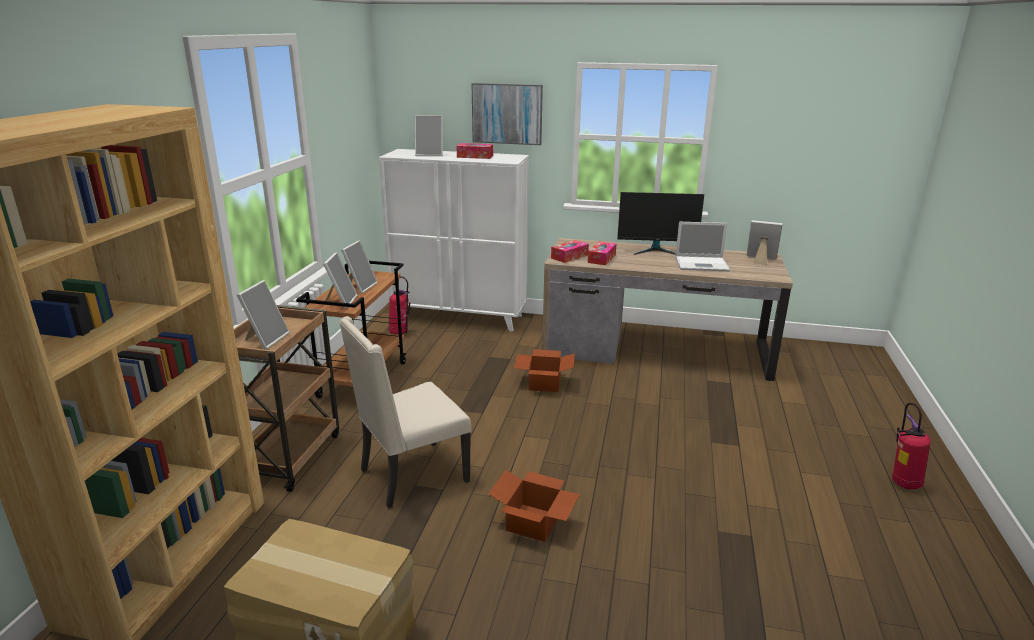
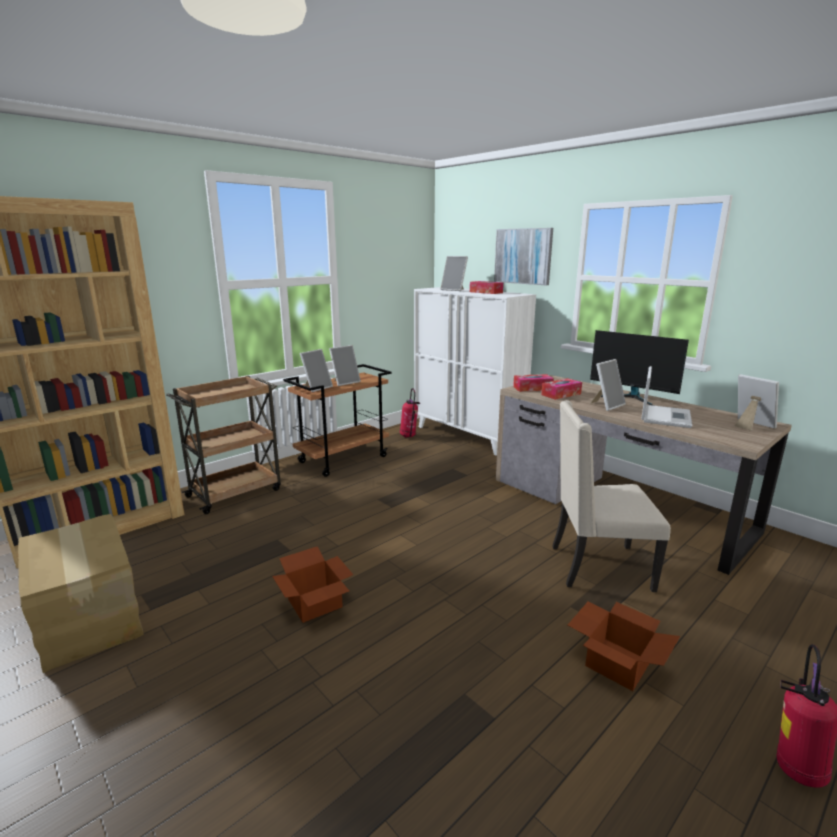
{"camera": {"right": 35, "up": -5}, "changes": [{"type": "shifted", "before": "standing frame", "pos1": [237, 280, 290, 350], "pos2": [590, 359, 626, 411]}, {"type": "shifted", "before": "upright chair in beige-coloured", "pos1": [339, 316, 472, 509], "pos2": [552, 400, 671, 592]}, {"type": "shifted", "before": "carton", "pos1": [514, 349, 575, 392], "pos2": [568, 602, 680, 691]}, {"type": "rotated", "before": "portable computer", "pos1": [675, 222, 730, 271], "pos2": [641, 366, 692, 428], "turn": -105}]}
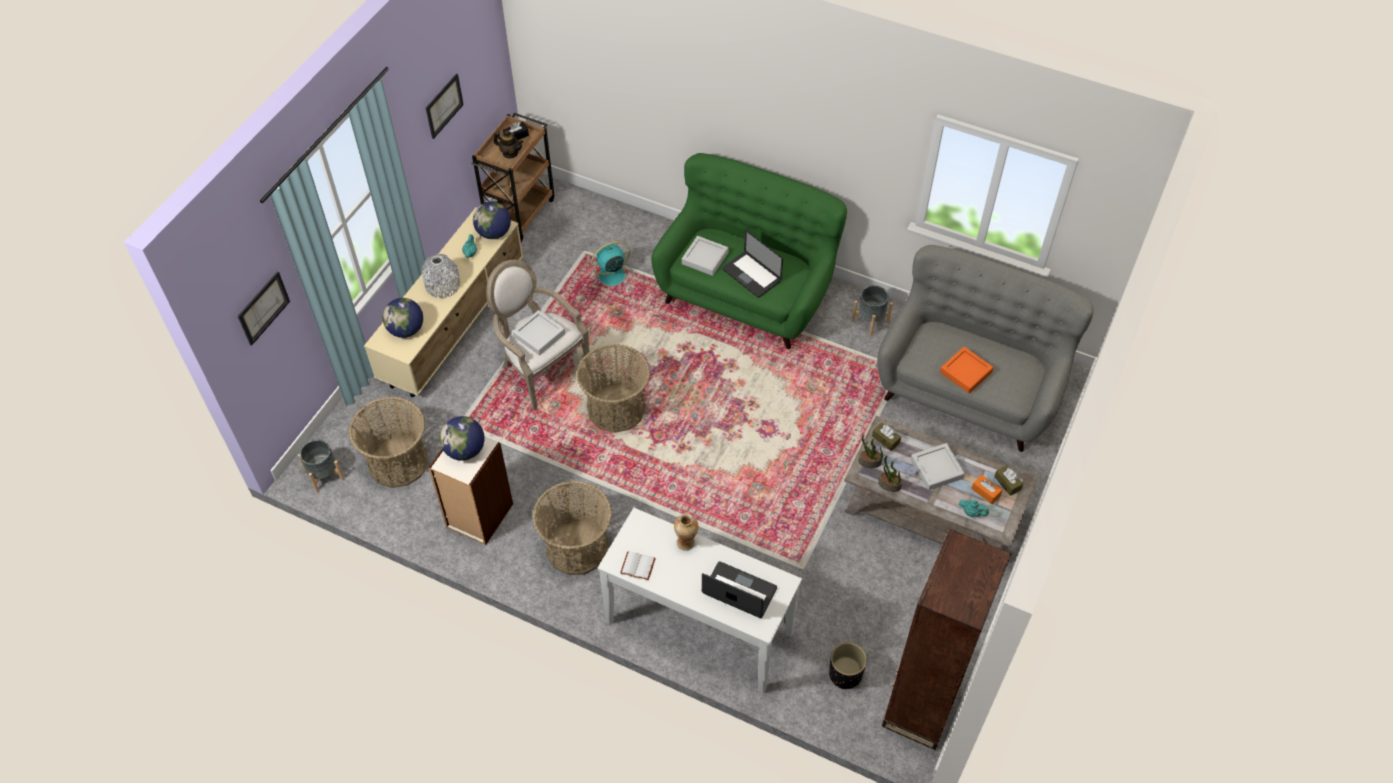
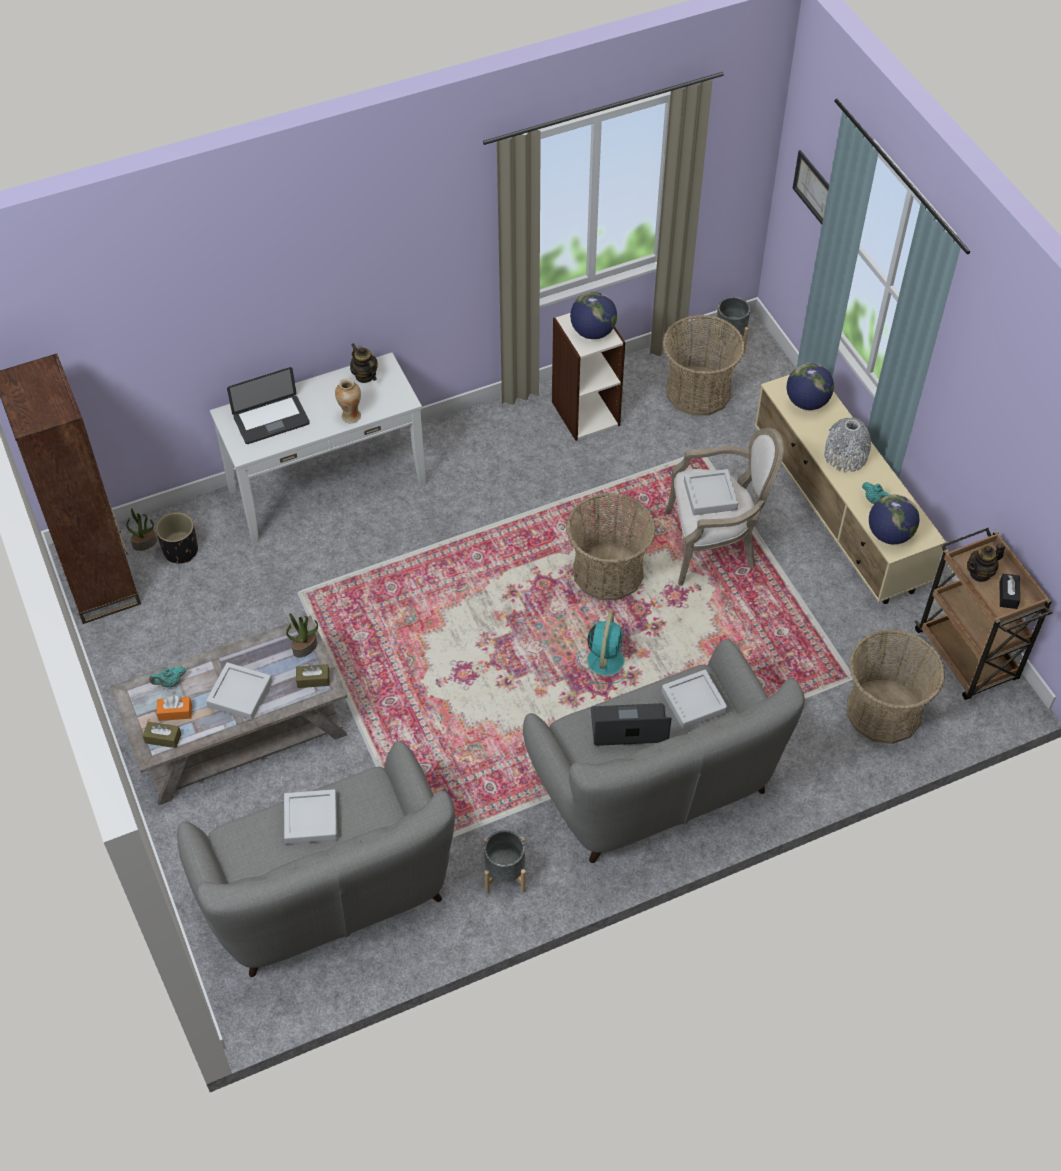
{"camera": {"right": 130, "up": 0}, "changes": [{"type": "gone", "before": "wall picture", "pos1": [426, 73, 464, 139]}, {"type": "shifted", "before": "basket", "pos1": [533, 481, 612, 575], "pos2": [847, 629, 945, 744]}, {"type": "shifted", "before": "electric fan in turquoise-coloured", "pos1": [591, 241, 635, 289], "pos2": [578, 611, 629, 684]}, {"type": "shifted", "before": "potted plant", "pos1": [878, 456, 902, 492], "pos2": [126, 508, 157, 551]}, {"type": "swapped", "before": "book in whitish", "after": "tea pot", "pos1": [620, 551, 656, 580], "pos2": [350, 343, 378, 383]}, {"type": "repainted", "before": "sofa in green", "after": "sofa in greyish", "pos1": [651, 153, 847, 349], "pos2": [523, 639, 805, 863]}, {"type": "repainted", "before": "tray in orange", "after": "tray in greyish", "pos1": [940, 347, 994, 393], "pos2": [284, 789, 338, 844]}]}
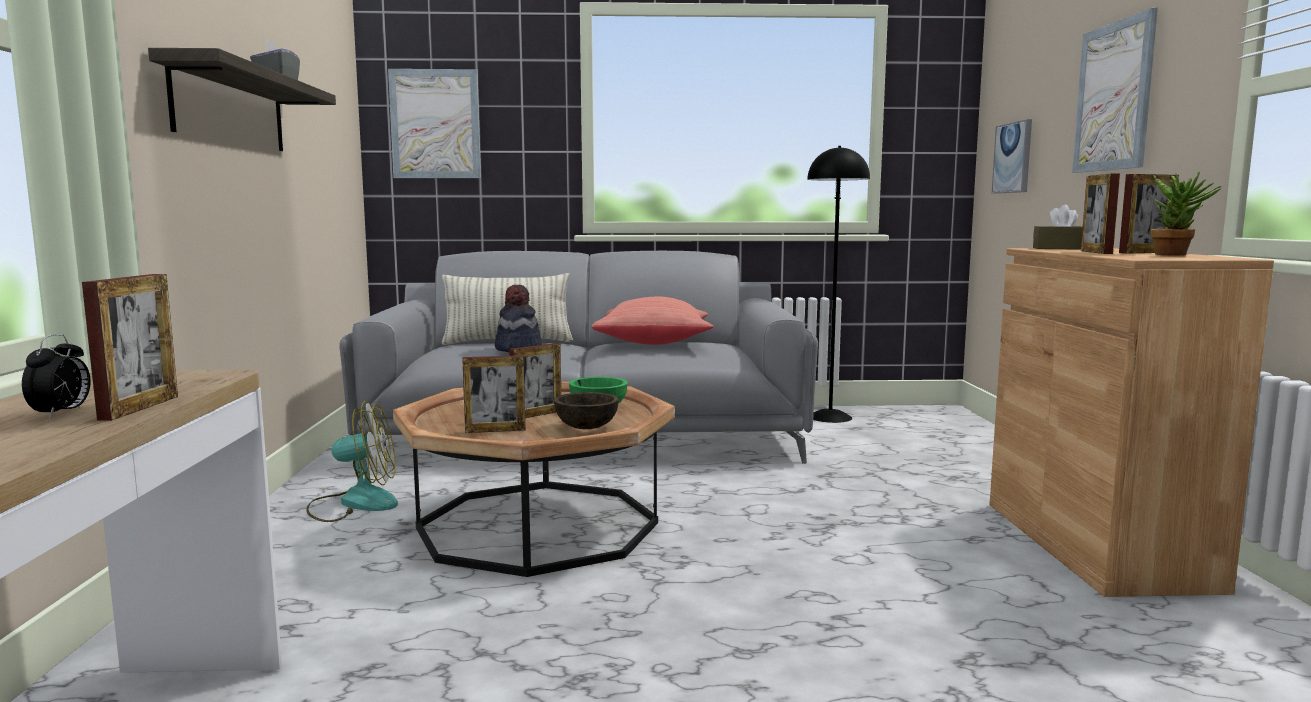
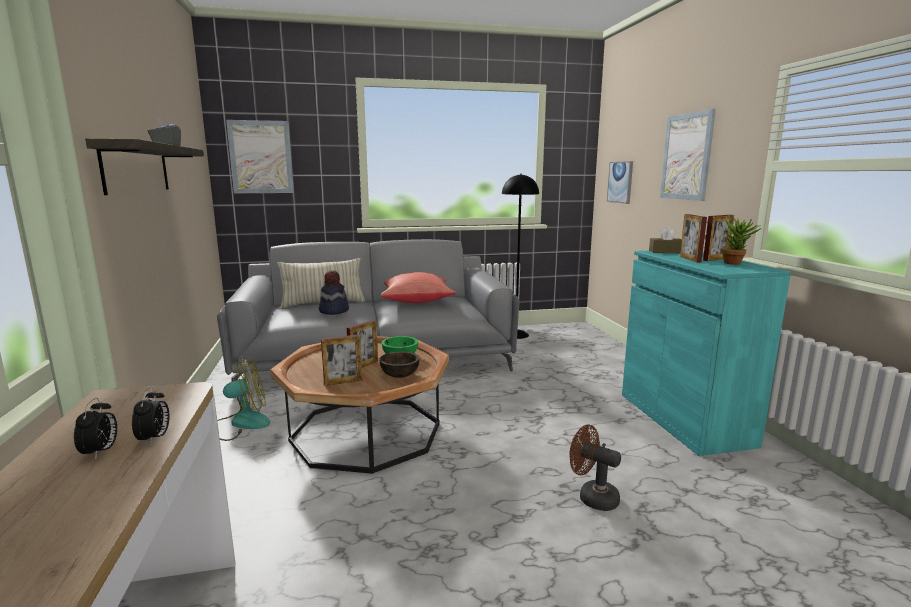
{"camera": {"right": -10, "up": 5}, "changes": [{"type": "new", "after": "electric fan in brownish", "pos2": [569, 424, 621, 511]}, {"type": "swapped", "before": "standing frame", "after": "table clock", "pos1": [82, 274, 178, 421], "pos2": [132, 387, 169, 445]}, {"type": "repainted", "before": "cupboard in brownish", "after": "cupboard in turquoise-coloured", "pos1": [990, 248, 1274, 597], "pos2": [622, 251, 791, 456]}]}
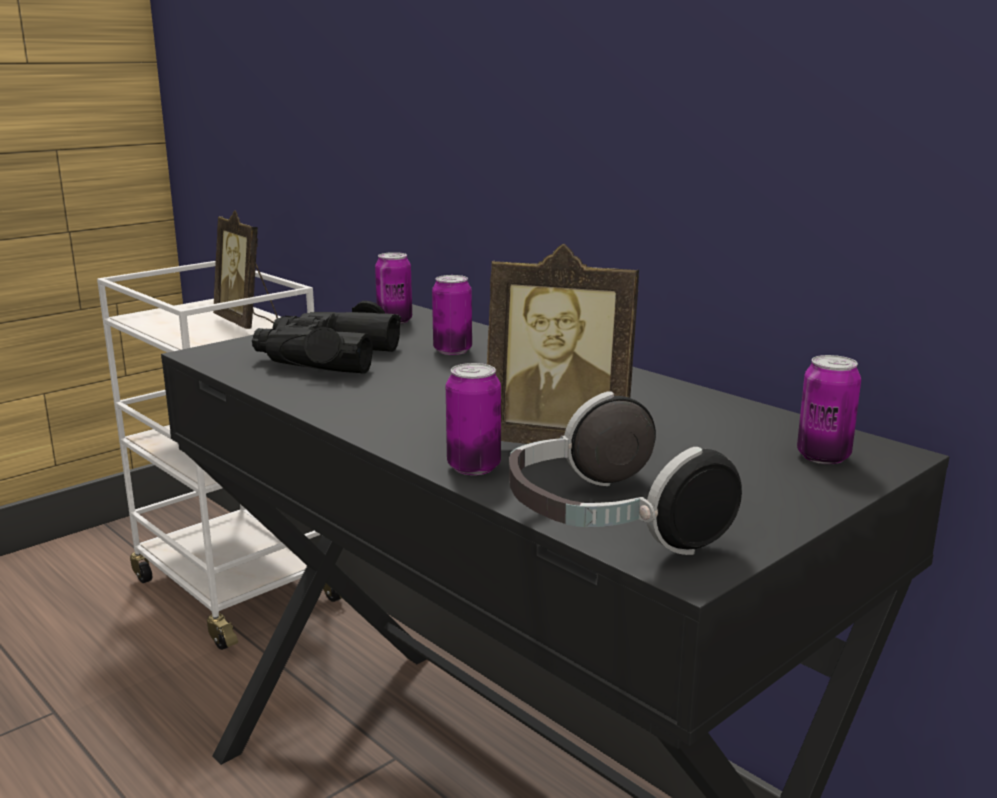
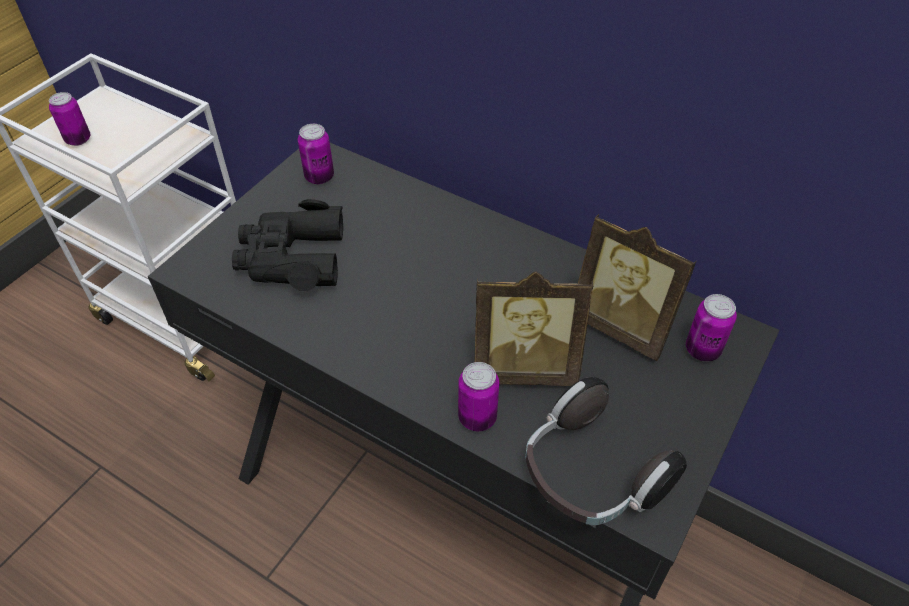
{"camera": {"right": -15, "up": 30}, "changes": [{"type": "shifted", "before": "standing frame", "pos1": [213, 210, 278, 329], "pos2": [578, 214, 696, 361]}, {"type": "shifted", "before": "can", "pos1": [432, 275, 472, 355], "pos2": [49, 92, 90, 146]}]}
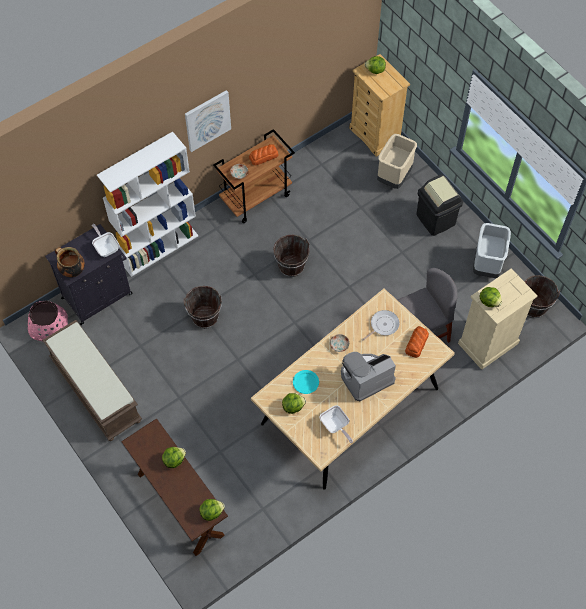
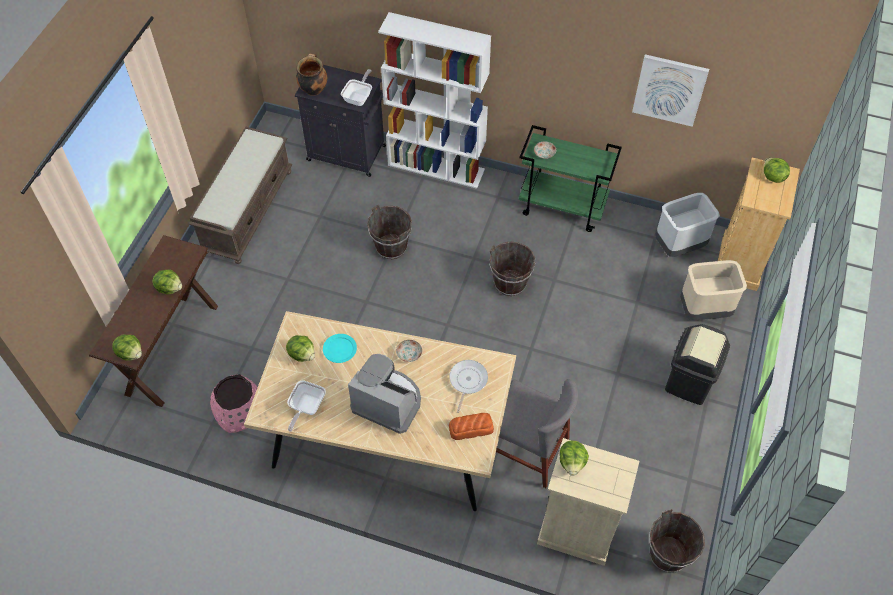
{"camera": {"right": 55, "up": -5}, "changes": [{"type": "gone", "before": "bakery bread", "pos1": [249, 144, 278, 165]}, {"type": "shifted", "before": "plant pot in pink", "pos1": [28, 301, 68, 341], "pos2": [210, 374, 258, 433]}, {"type": "shifted", "before": "wall picture", "pos1": [185, 90, 231, 152], "pos2": [632, 54, 709, 127]}, {"type": "shifted", "before": "rubbish bin in greyish", "pos1": [473, 223, 511, 278], "pos2": [655, 193, 720, 257]}, {"type": "repainted", "before": "cart in brownish", "after": "cart in green", "pos1": [213, 129, 295, 223], "pos2": [518, 125, 622, 232]}, {"type": "rotated", "before": "frying pan", "pos1": [362, 310, 399, 341], "pos2": [449, 360, 488, 413], "turn": -90}]}
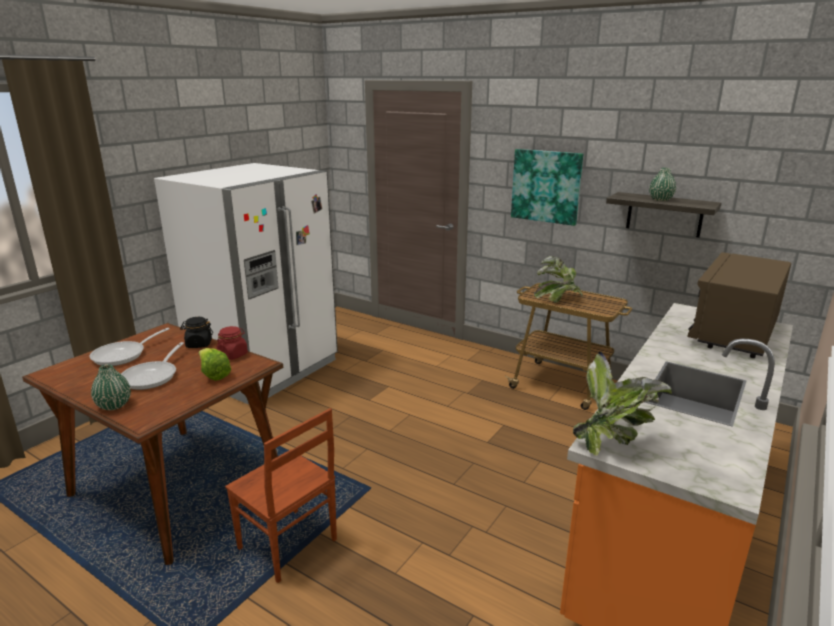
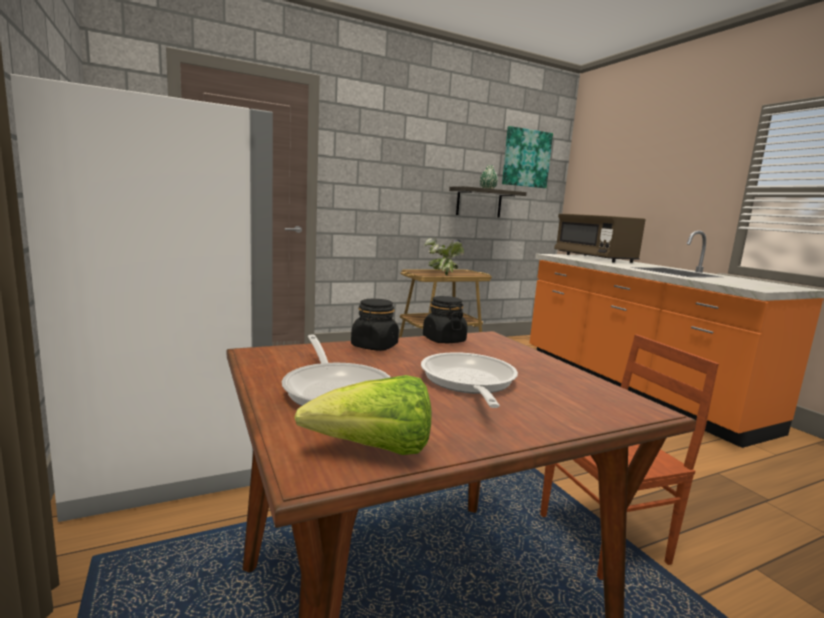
{"camera": {"right": -60, "up": -10}, "changes": [{"type": "gone", "before": "flower vase in green", "pos1": [91, 364, 131, 410]}, {"type": "gone", "before": "potted plant", "pos1": [573, 352, 672, 456]}, {"type": "shifted", "before": "lettuce head", "pos1": [198, 348, 231, 381], "pos2": [294, 375, 431, 455]}, {"type": "shifted", "before": "wall picture", "pos1": [511, 149, 583, 226], "pos2": [502, 126, 553, 188]}, {"type": "repainted", "before": "preserve jar in reddish", "after": "preserve jar in black", "pos1": [217, 326, 248, 360], "pos2": [423, 296, 467, 343]}, {"type": "rotated", "before": "frying pan", "pos1": [121, 342, 184, 390], "pos2": [421, 352, 518, 408], "turn": -135}]}
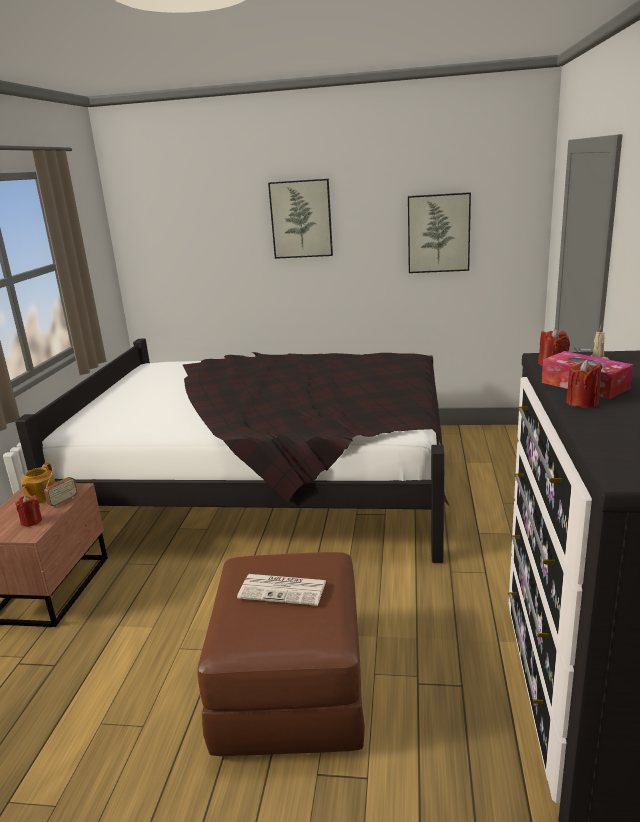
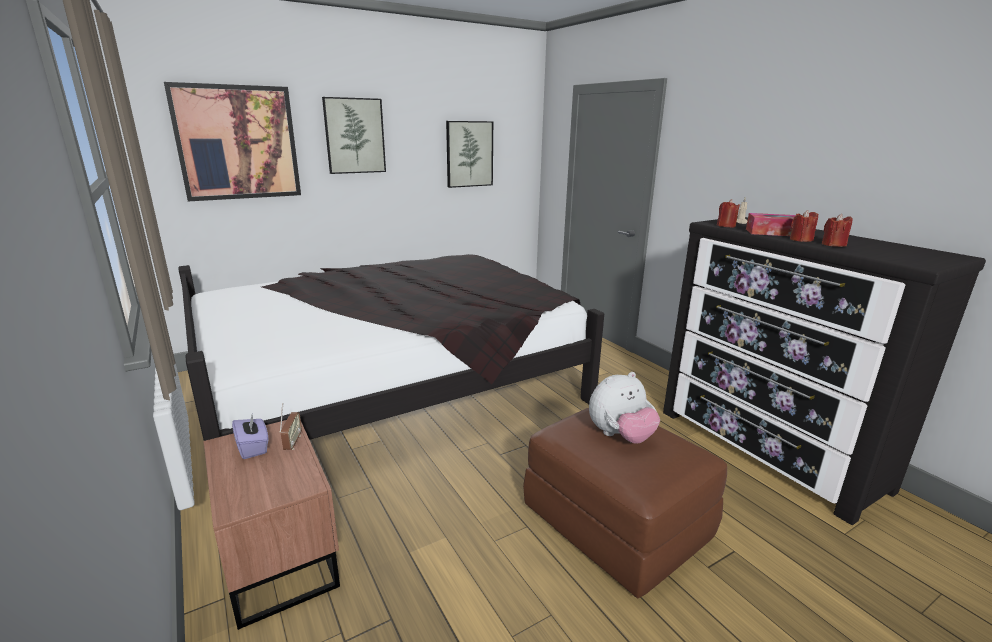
{"camera": {"right": -40, "up": 0}, "changes": [{"type": "new", "after": "wall picture", "pos2": [164, 82, 301, 201]}, {"type": "shifted", "before": "candle in reddish", "pos1": [16, 495, 42, 527], "pos2": [822, 214, 853, 247]}, {"type": "swapped", "before": "tea pot", "after": "tissue holder in purple-coloured", "pos1": [21, 463, 56, 504], "pos2": [232, 415, 269, 459]}, {"type": "swapped", "before": "daily paper", "after": "cuddly toy", "pos1": [237, 574, 326, 606], "pos2": [589, 372, 660, 444]}]}
